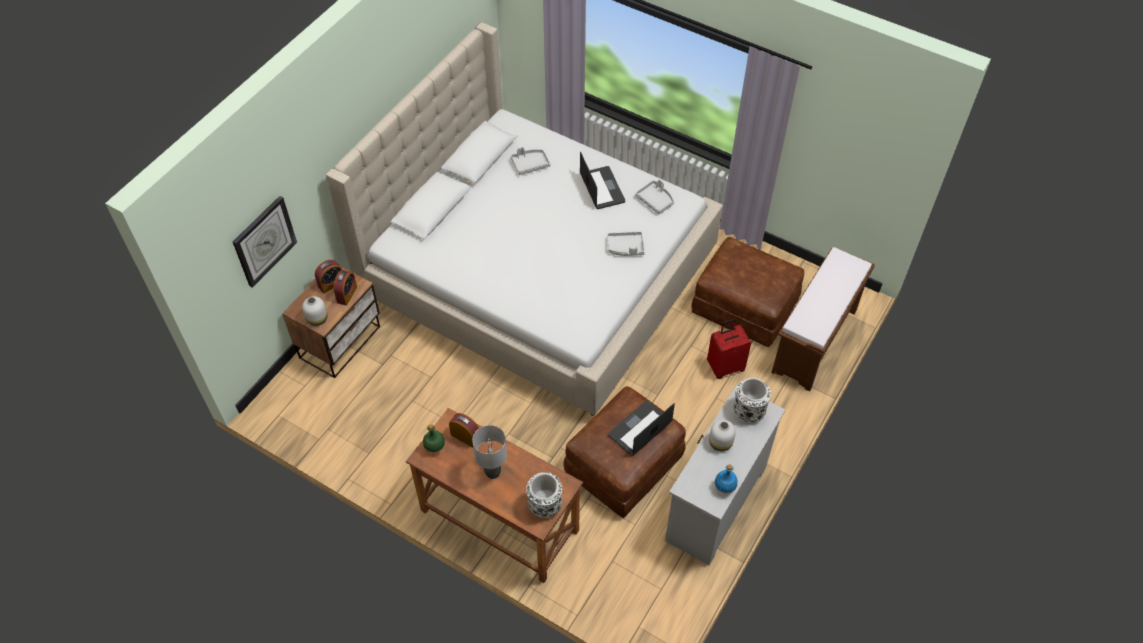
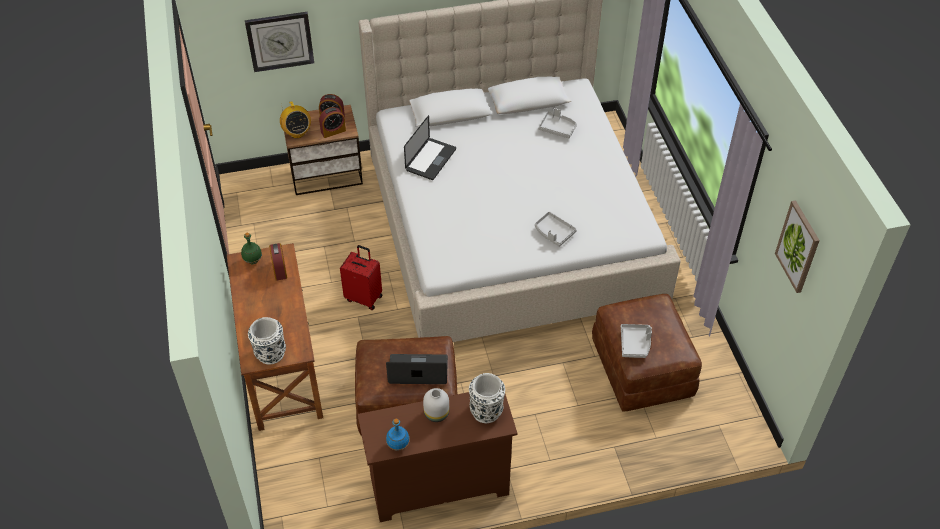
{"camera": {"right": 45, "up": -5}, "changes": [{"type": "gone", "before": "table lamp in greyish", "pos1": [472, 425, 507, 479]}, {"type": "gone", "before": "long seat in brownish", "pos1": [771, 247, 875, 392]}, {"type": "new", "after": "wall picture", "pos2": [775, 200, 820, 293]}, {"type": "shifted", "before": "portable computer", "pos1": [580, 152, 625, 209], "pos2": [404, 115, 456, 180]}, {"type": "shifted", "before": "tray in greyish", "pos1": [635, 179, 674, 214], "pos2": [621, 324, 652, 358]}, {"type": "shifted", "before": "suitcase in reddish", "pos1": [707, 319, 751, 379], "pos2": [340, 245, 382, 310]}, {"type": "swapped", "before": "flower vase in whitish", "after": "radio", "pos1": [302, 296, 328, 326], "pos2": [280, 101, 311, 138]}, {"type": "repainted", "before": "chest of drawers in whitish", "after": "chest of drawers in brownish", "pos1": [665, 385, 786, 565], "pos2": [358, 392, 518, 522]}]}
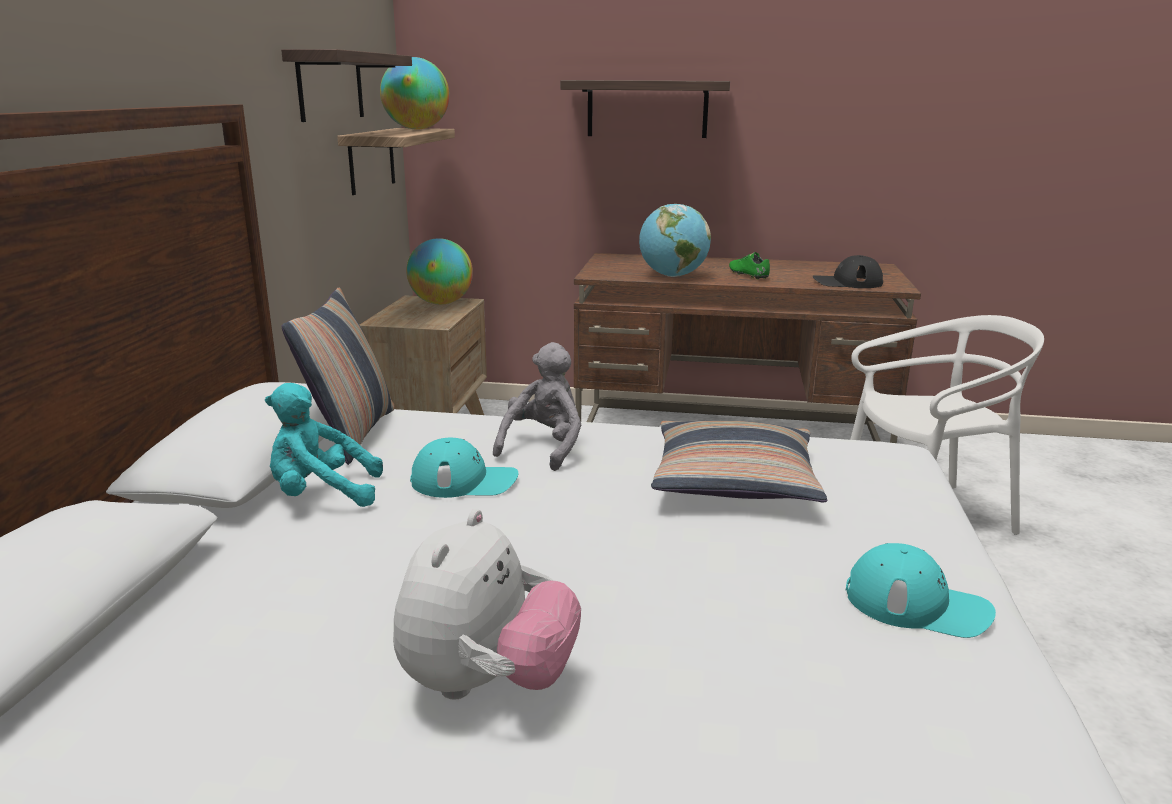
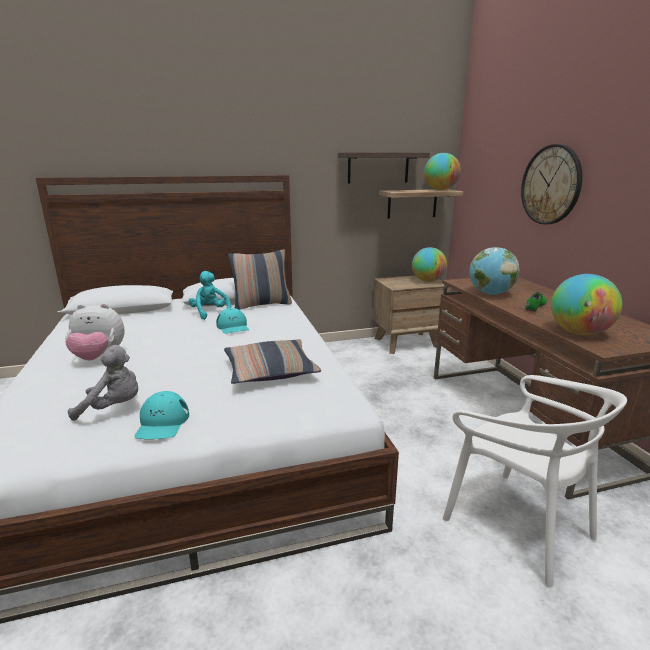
{"camera": {"right": 65, "up": 0}, "changes": [{"type": "shifted", "before": "cuddly toy in greyish", "pos1": [493, 342, 581, 471], "pos2": [68, 345, 138, 421]}, {"type": "swapped", "before": "bracket shelf", "after": "wall clock", "pos1": [560, 80, 730, 138], "pos2": [521, 144, 582, 225]}, {"type": "swapped", "before": "baseball cap in black", "after": "world globe", "pos1": [813, 255, 883, 288], "pos2": [551, 274, 622, 335]}]}
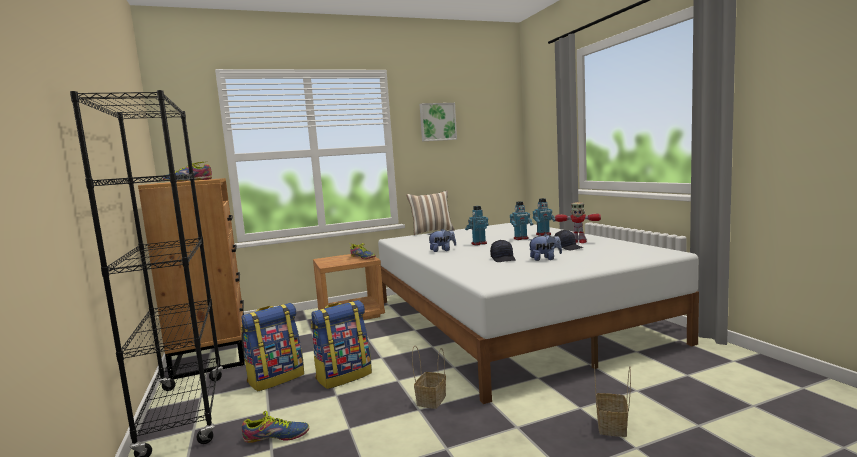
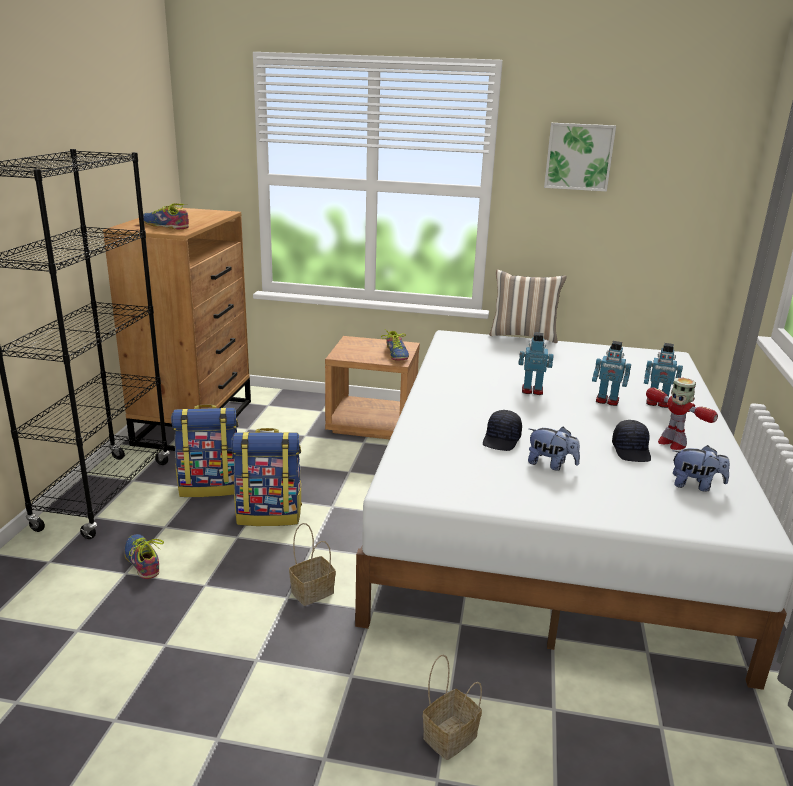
{"camera": {"right": 30, "up": 15}, "changes": [{"type": "shifted", "before": "cuddly toy", "pos1": [428, 229, 456, 252], "pos2": [673, 445, 730, 491]}, {"type": "rotated", "before": "shoe", "pos1": [242, 411, 309, 443], "pos2": [125, 534, 164, 579], "turn": -150}]}
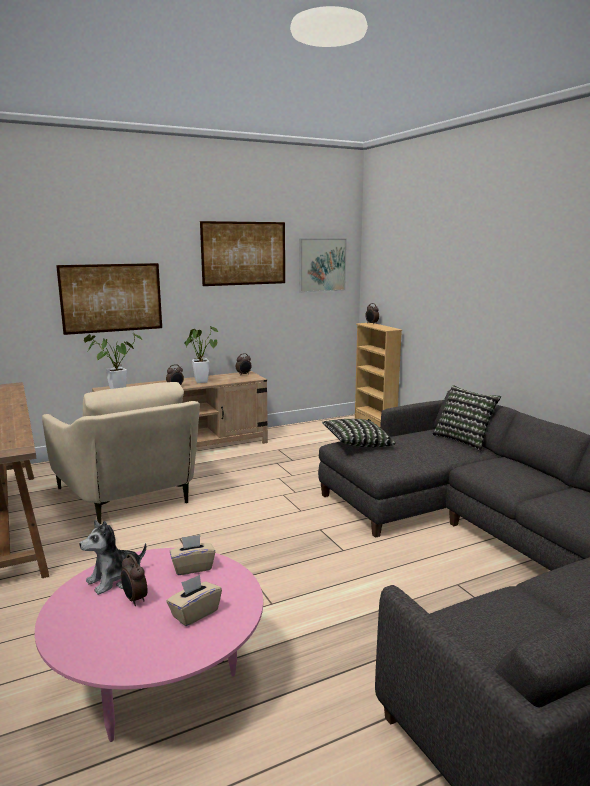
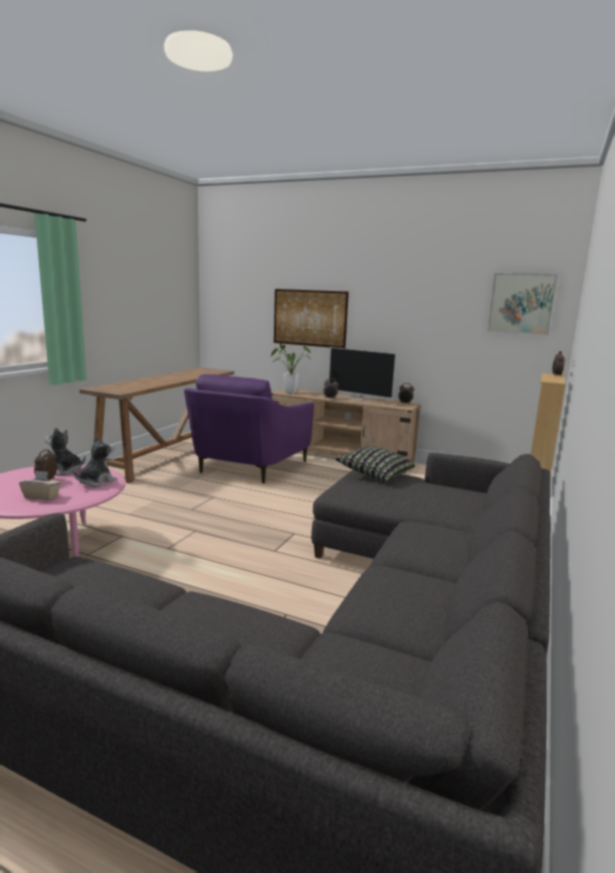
{"camera": {"right": 50, "up": 0}, "changes": [{"type": "gone", "before": "wall picture", "pos1": [200, 221, 285, 286]}, {"type": "gone", "before": "cushion", "pos1": [432, 385, 501, 451]}, {"type": "swapped", "before": "tissue holder in beige-coloured", "after": "cuddly toy", "pos1": [170, 535, 215, 575], "pos2": [73, 435, 117, 487]}, {"type": "swapped", "before": "potted plant", "after": "TV", "pos1": [184, 326, 218, 383], "pos2": [329, 347, 396, 402]}, {"type": "repainted", "before": "easy chair in beige-coloured", "after": "easy chair in purple-coloured", "pos1": [42, 382, 200, 524], "pos2": [184, 374, 314, 483]}]}
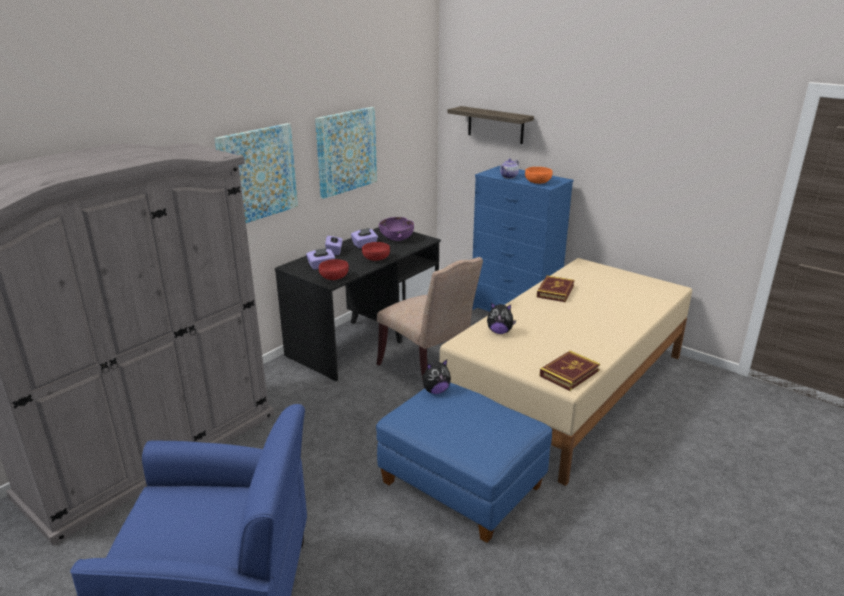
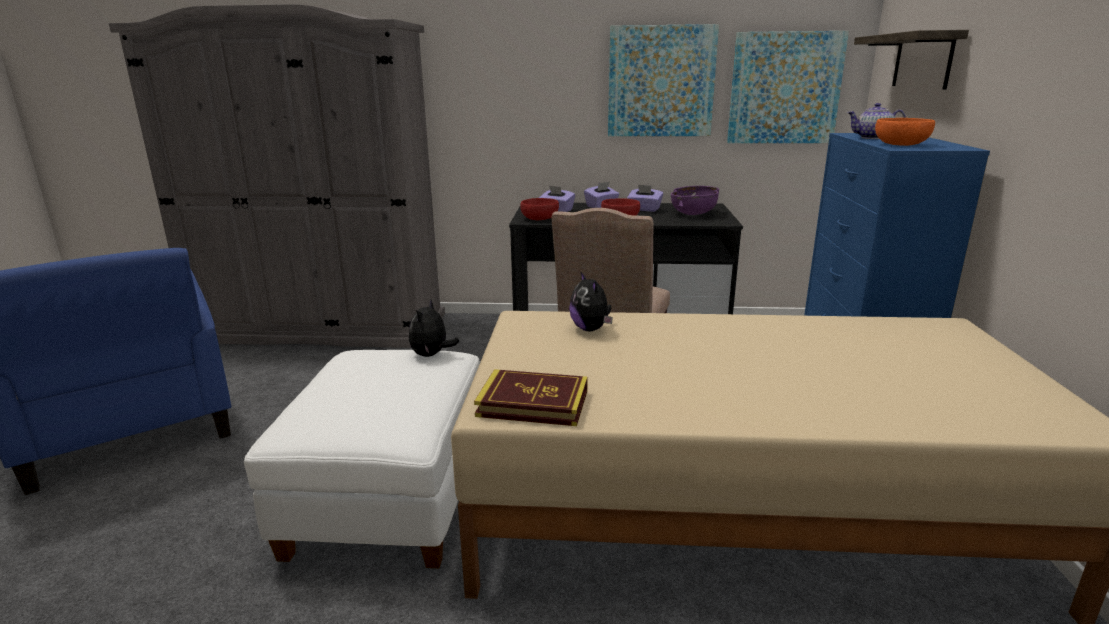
{"camera": {"right": 55, "up": -5}, "changes": [{"type": "gone", "before": "book", "pos1": [537, 275, 575, 302]}, {"type": "shifted", "before": "wall picture", "pos1": [215, 123, 298, 223], "pos2": [727, 31, 849, 143]}, {"type": "repainted", "before": "footrest in blue-coloured", "after": "footrest in whitish", "pos1": [376, 382, 552, 543], "pos2": [244, 350, 480, 568]}, {"type": "rotated", "before": "cuddly toy", "pos1": [422, 360, 451, 394], "pos2": [409, 300, 459, 357], "turn": 75}]}
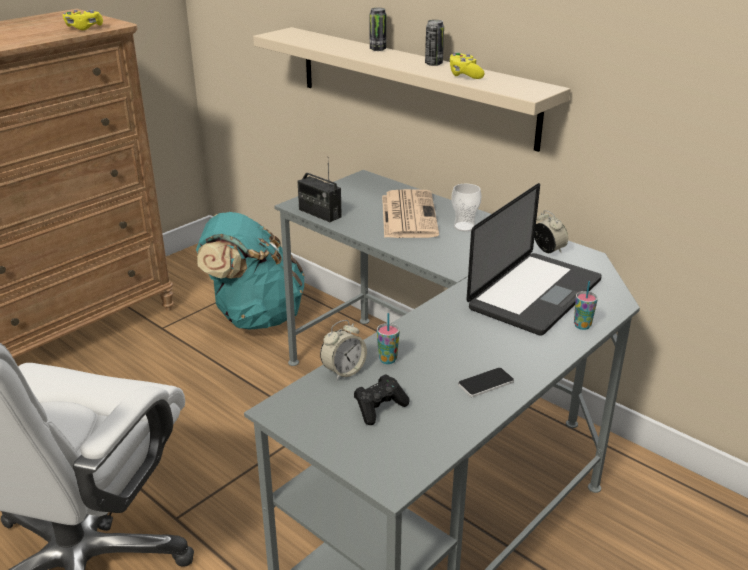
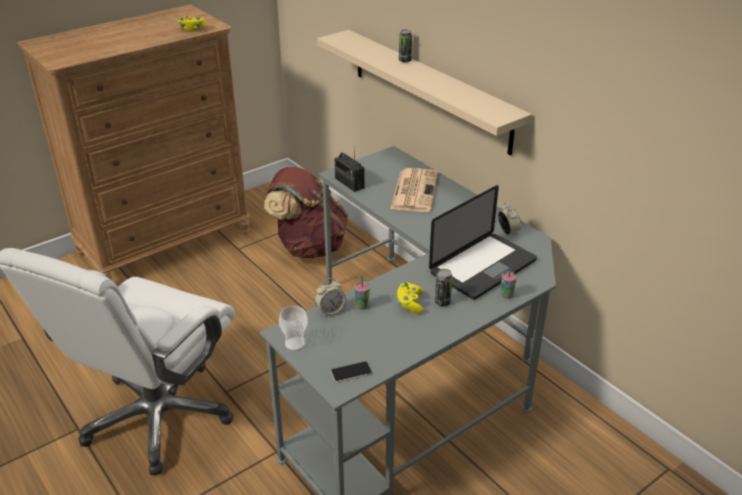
{"camera": {"right": 10, "up": 5}, "changes": [{"type": "gone", "before": "game controller in black", "pos1": [354, 374, 409, 425]}, {"type": "shifted", "before": "can", "pos1": [425, 20, 444, 66], "pos2": [435, 269, 453, 306]}, {"type": "shifted", "before": "game controller in yellow", "pos1": [449, 52, 485, 79], "pos2": [397, 282, 424, 313]}, {"type": "shifted", "before": "small cup", "pos1": [451, 184, 481, 231], "pos2": [279, 306, 308, 351]}, {"type": "shifted", "before": "handset", "pos1": [458, 368, 514, 397], "pos2": [331, 362, 372, 383]}, {"type": "repainted", "before": "backpack in turquoise-coloured", "after": "backpack in brownish", "pos1": [196, 212, 305, 330], "pos2": [264, 166, 348, 258]}]}
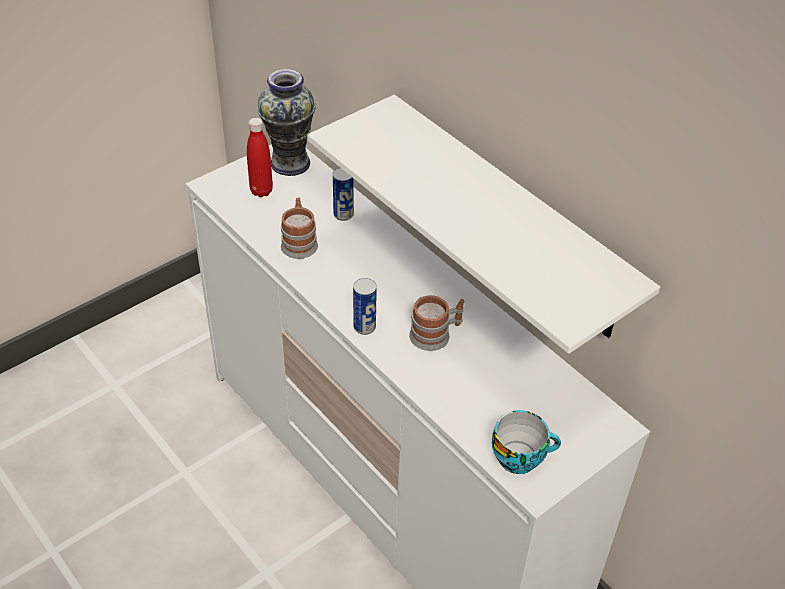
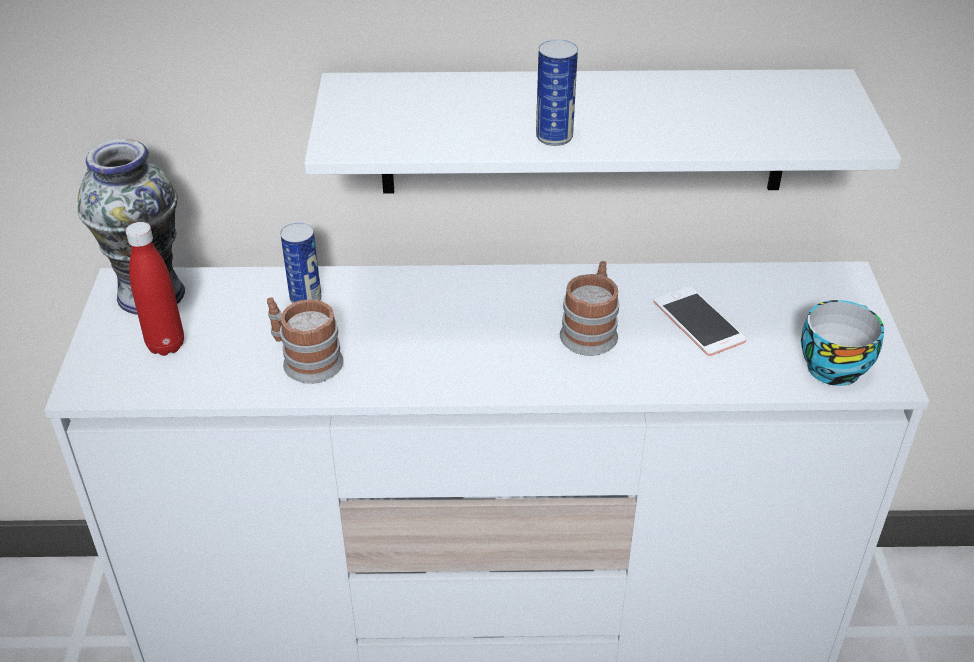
{"camera": {"right": -50, "up": -5}, "changes": [{"type": "new", "after": "handset", "pos2": [653, 286, 747, 356]}, {"type": "shifted", "before": "can", "pos1": [353, 278, 377, 335], "pos2": [536, 39, 578, 146]}]}
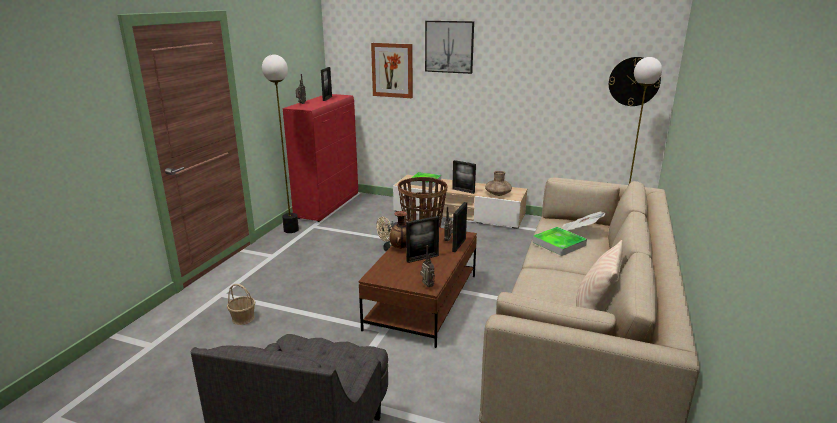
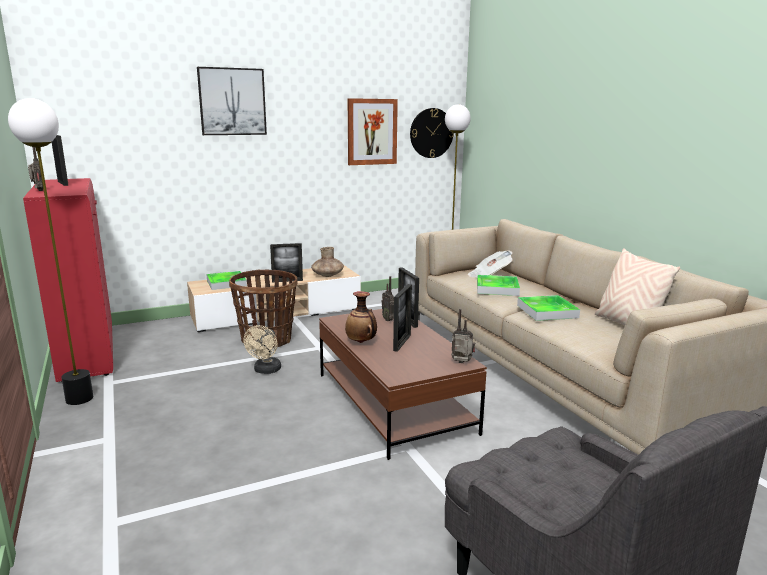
{"camera": {"right": -45, "up": -5}, "changes": [{"type": "gone", "before": "basket", "pos1": [227, 284, 255, 325]}, {"type": "new", "after": "tray", "pos2": [517, 295, 580, 321]}, {"type": "shifted", "before": "wall picture", "pos1": [371, 43, 413, 98], "pos2": [348, 98, 398, 165]}]}
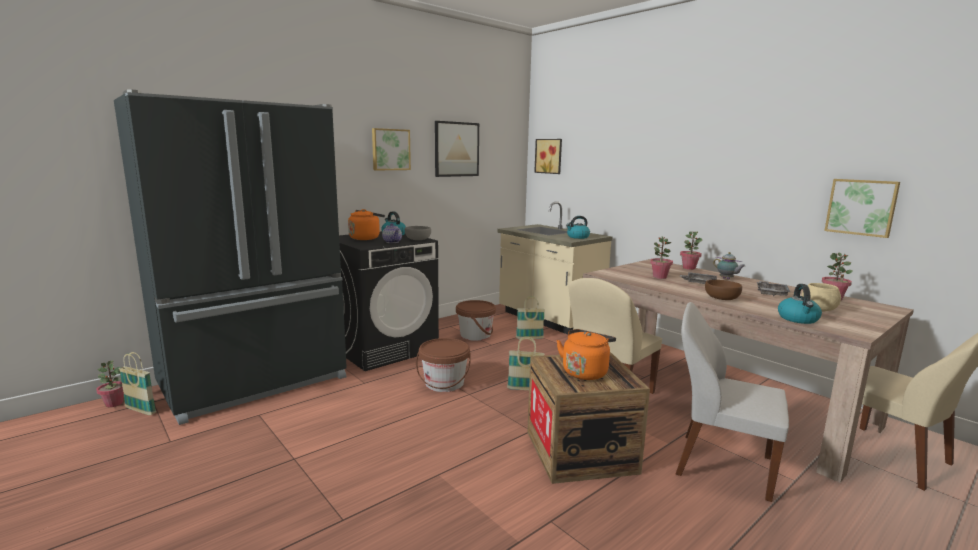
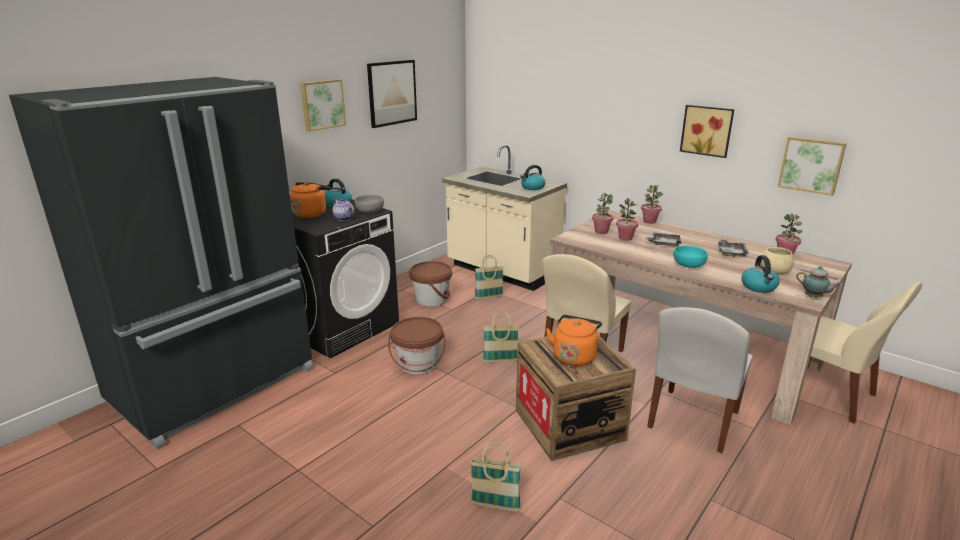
{"camera": {"right": -10, "up": 10}, "changes": [{"type": "shifted", "before": "potted plant", "pos1": [96, 360, 124, 407], "pos2": [592, 193, 614, 234]}, {"type": "shifted", "before": "basket", "pos1": [119, 352, 156, 415], "pos2": [470, 442, 521, 512]}, {"type": "shifted", "before": "wall picture", "pos1": [534, 139, 562, 174], "pos2": [680, 105, 734, 158]}, {"type": "shifted", "before": "tea pot", "pos1": [713, 252, 745, 279], "pos2": [796, 266, 842, 298]}, {"type": "repainted", "before": "deep dish in brownish", "after": "deep dish in turquoise-coloured", "pos1": [705, 280, 742, 300], "pos2": [673, 246, 708, 268]}, {"type": "rotated", "before": "upright chair in whitish", "pos1": [676, 302, 789, 502], "pos2": [647, 307, 753, 453], "turn": -75}]}
